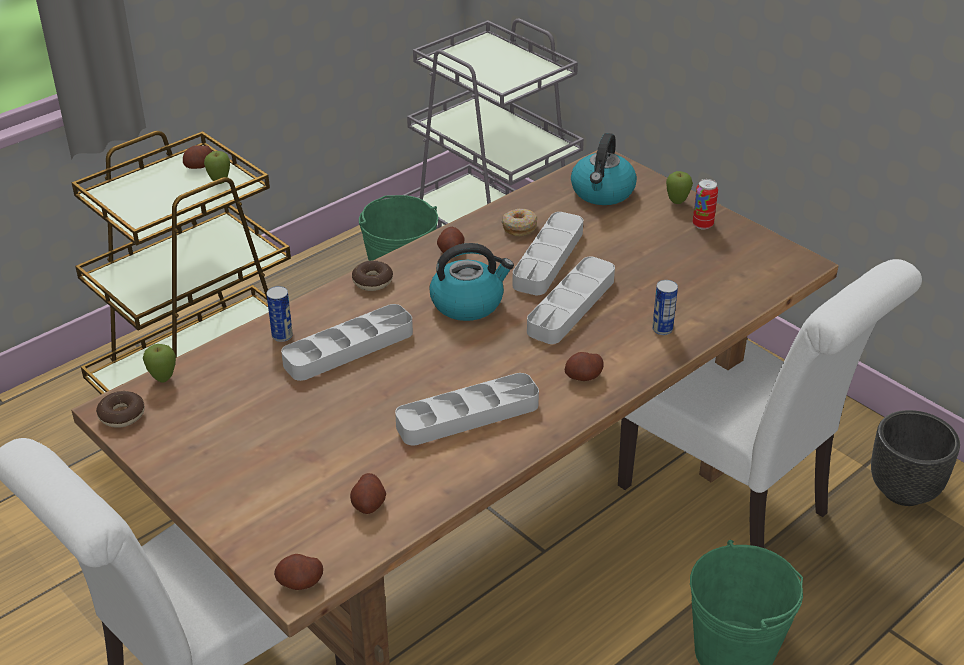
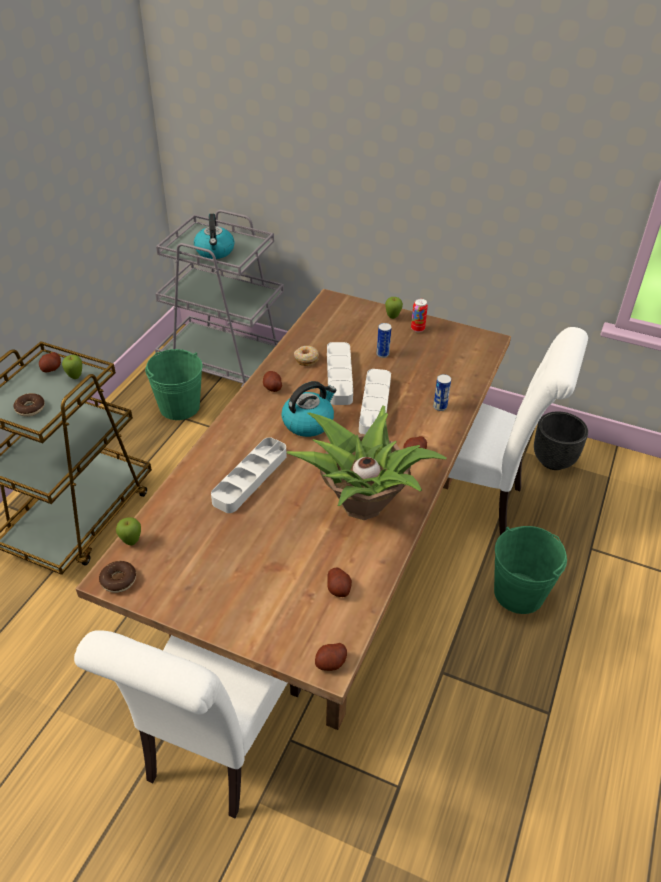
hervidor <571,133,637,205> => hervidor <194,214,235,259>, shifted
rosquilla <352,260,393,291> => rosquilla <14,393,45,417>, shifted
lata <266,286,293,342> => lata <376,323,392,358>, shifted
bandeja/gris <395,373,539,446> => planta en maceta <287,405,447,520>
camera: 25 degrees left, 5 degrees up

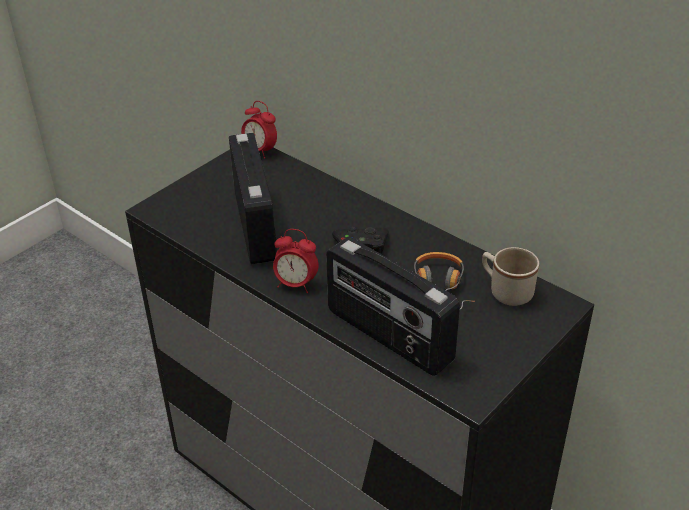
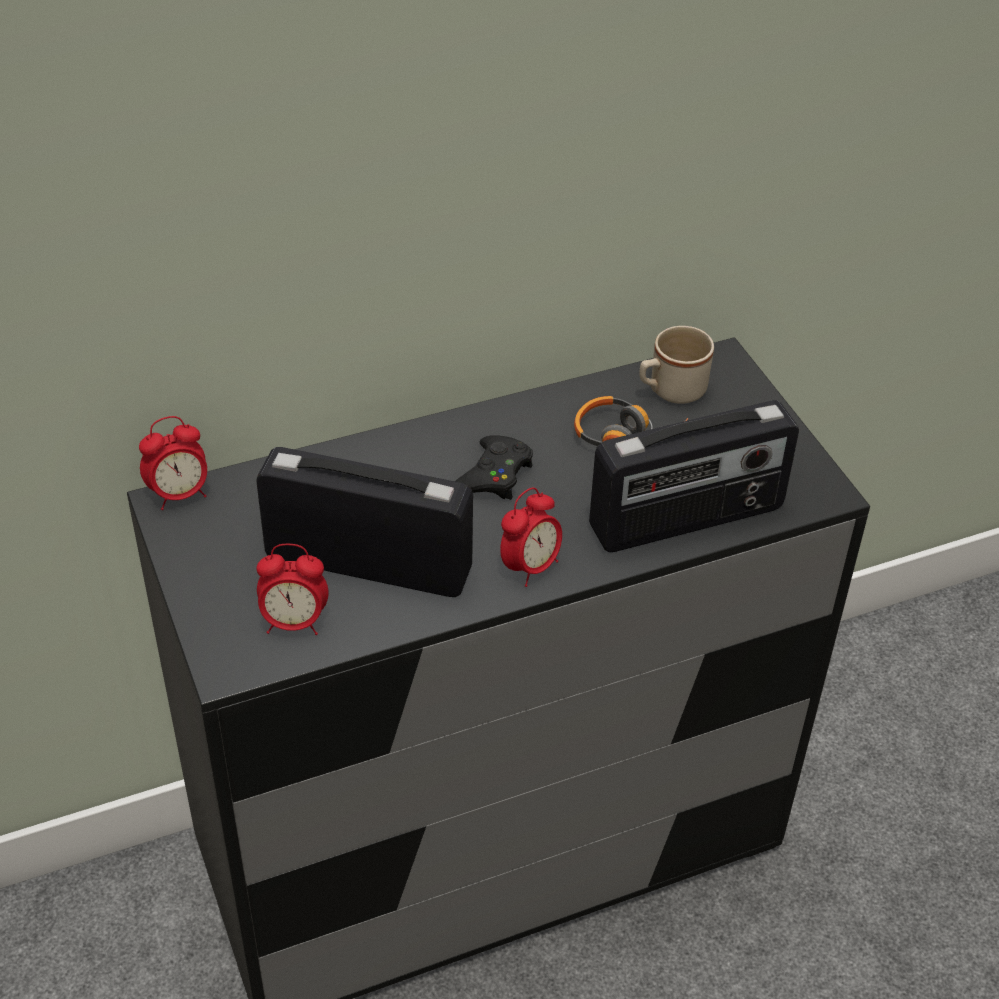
nothing => despertador <257,544,329,635>
camera: 65 degrees left, 5 degrees up

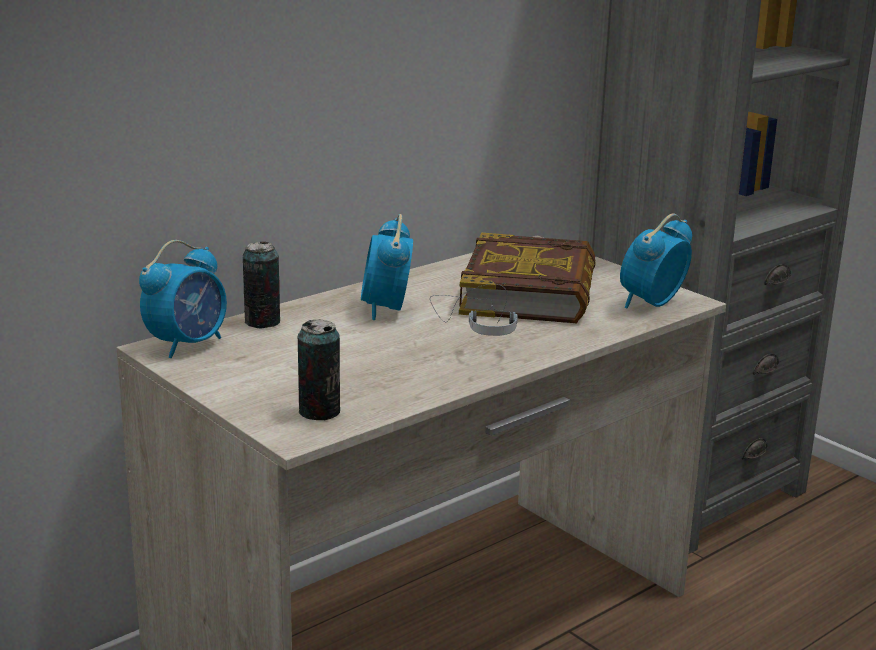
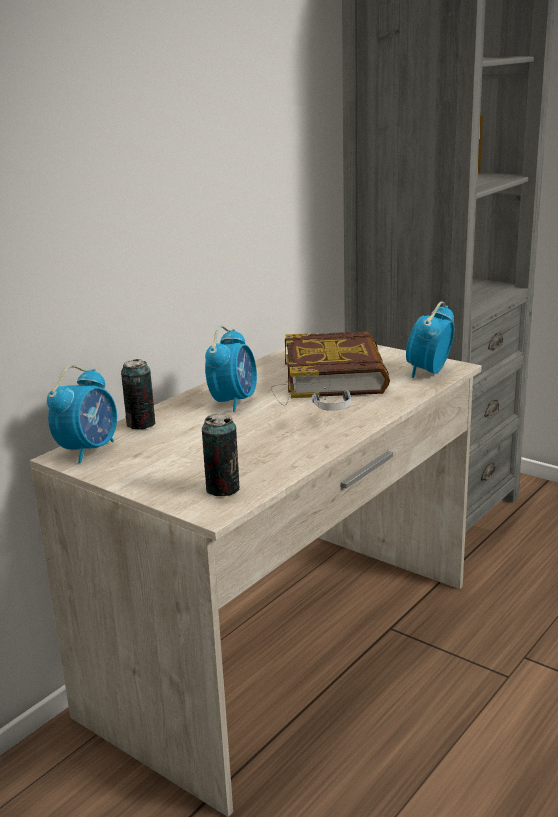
despertador <361,214,413,320> => despertador <205,326,257,412>, 150 degrees counterclockwise
camera: 10 degrees left, 0 degrees up

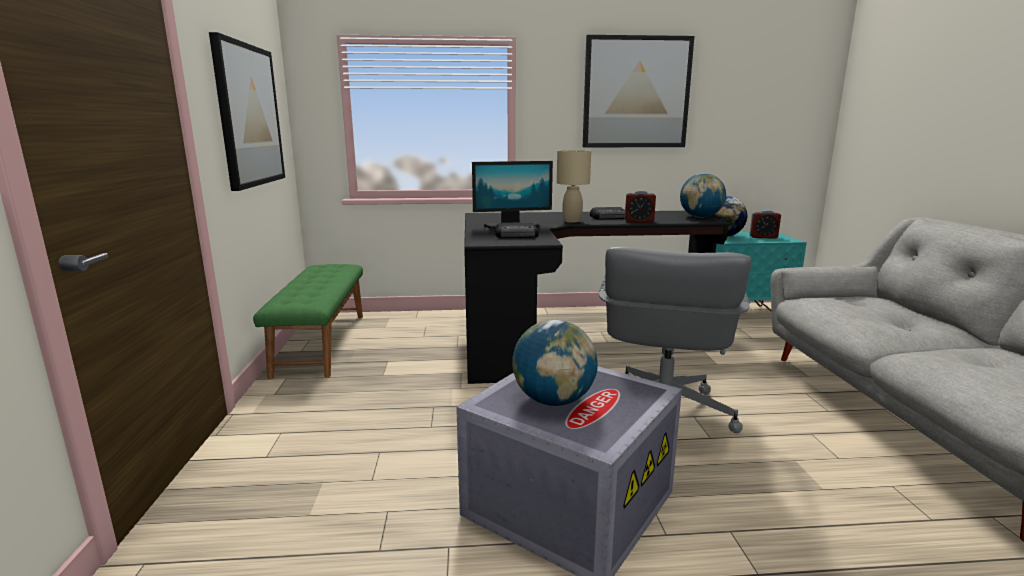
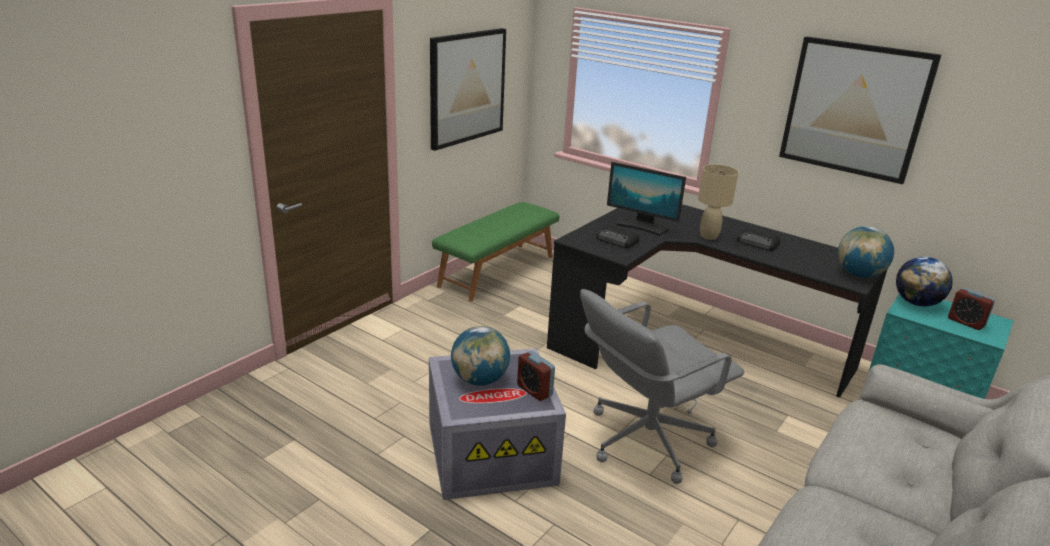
despertador <625,190,656,223> => despertador <517,351,555,401>, shifted
camera: 40 degrees right, 10 degrees up

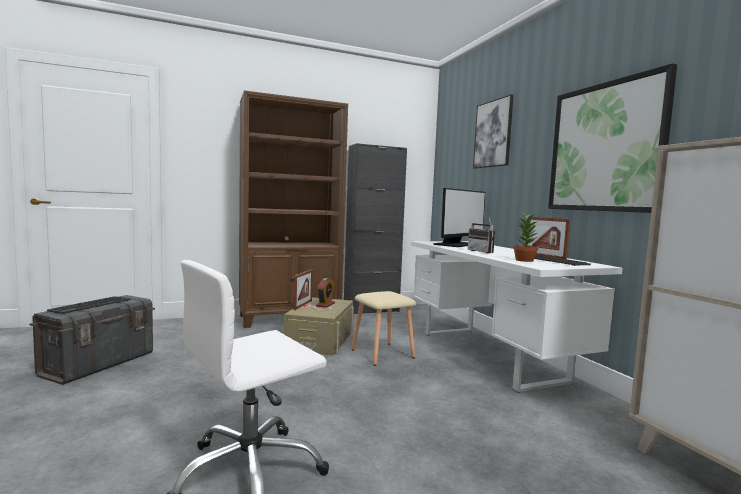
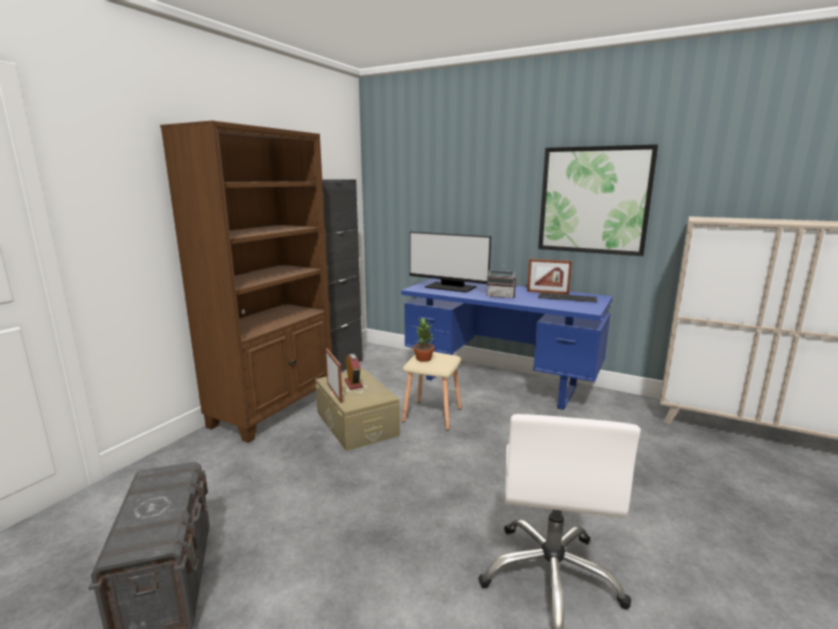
cuadro <473,94,513,169> => nothing
monitor <433,188,485,247> => monitor <410,232,491,293>, 120 degrees clockwise
planta en maceta <513,212,538,262> => planta en maceta <413,318,434,362>, shifted
escritorio/blanco <411,241,623,393> => escritorio/azul <401,278,613,410>
teclado <47,296,130,314> => nothing
camera: 40 degrees left, 10 degrees up

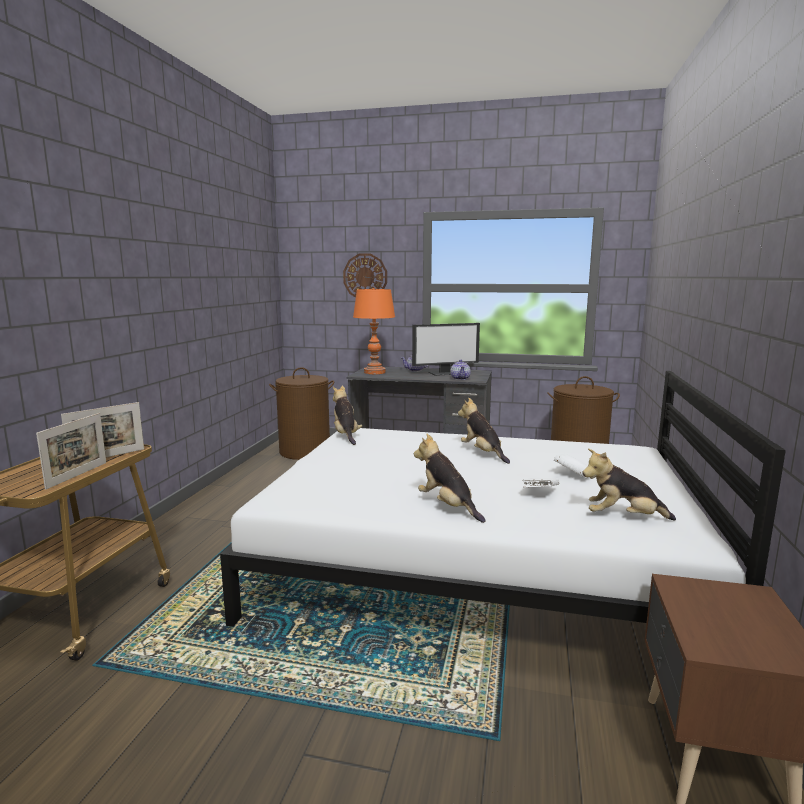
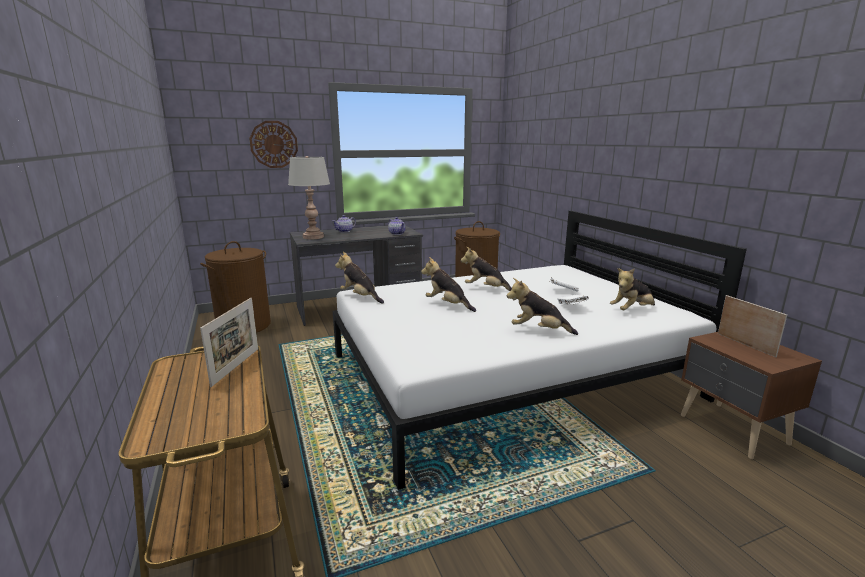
lámpara de mesa/naranja <353,288,395,374> => lámpara de mesa/gris <288,156,330,239>
monitor <412,323,480,376> => nothing
portarretratos <36,413,106,490> => portarretratos <718,295,787,357>, shifted
nothing => peluche <421,257,476,312>
camera: 35 degrees left, 5 degrees up

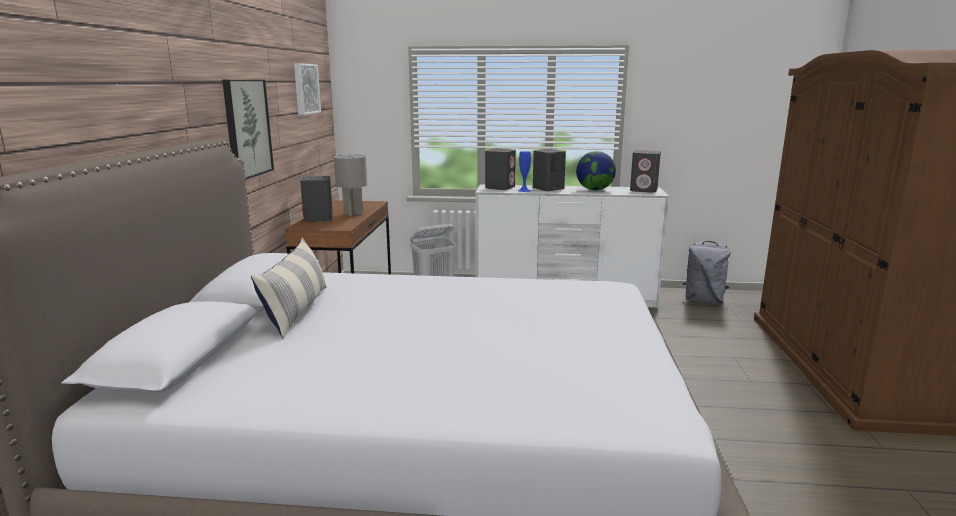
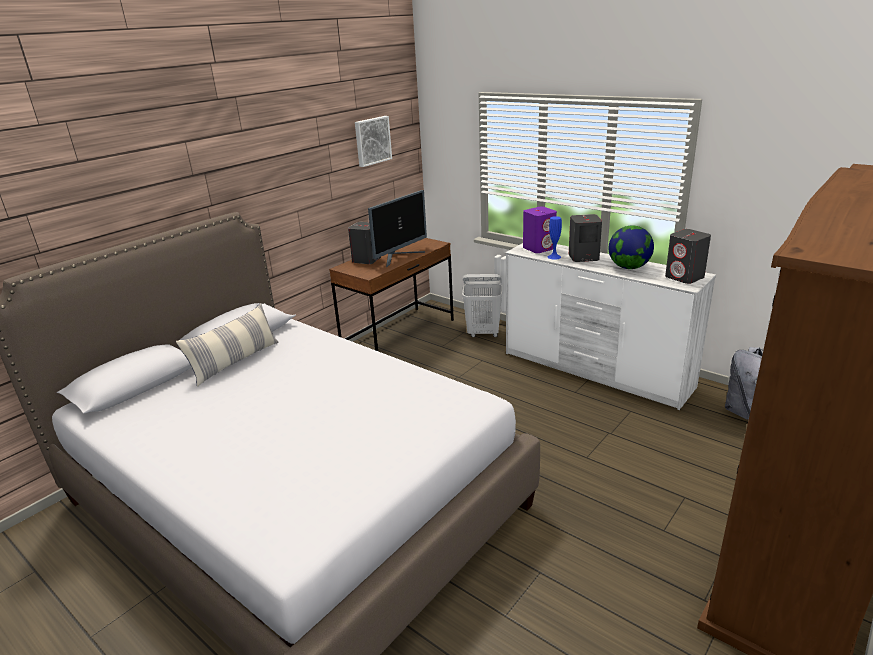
cuadro <222,79,274,179> => nothing
altavoz/gris <485,149,516,190> => altavoz/morado <523,207,557,253>
lámpara de mesa/gris <334,155,367,216> => monitor <368,190,427,268>
camera: 35 degrees right, 10 degrees up

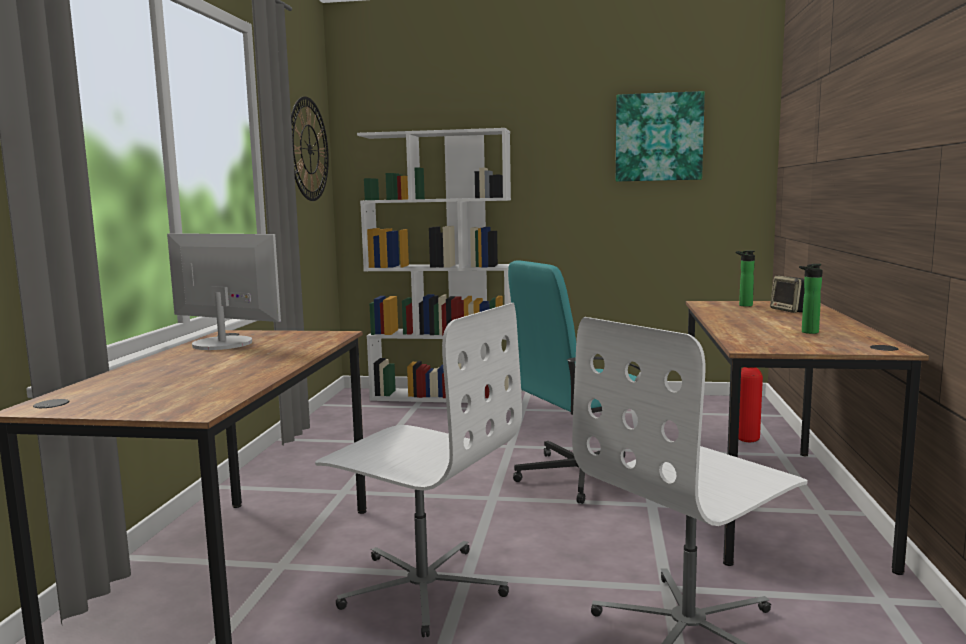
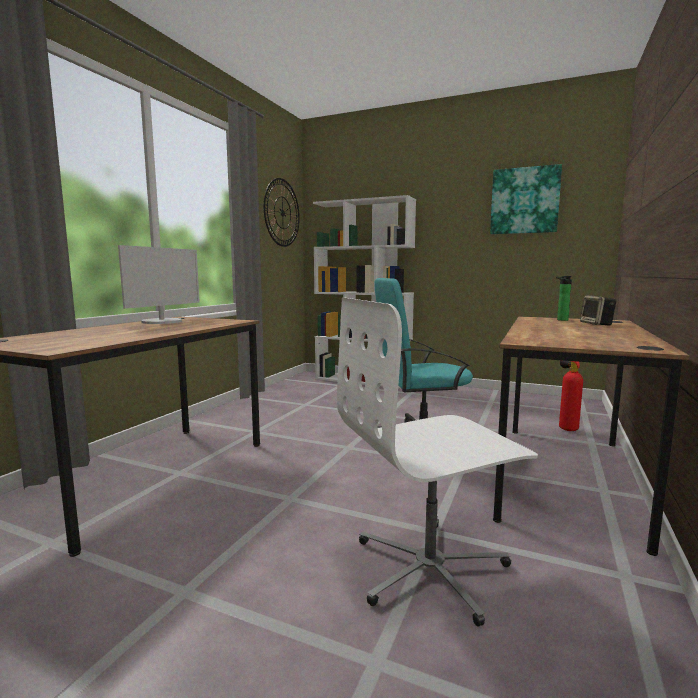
monitor <167,233,281,350> => monitor <118,245,200,324>, 75 degrees clockwise
botella <799,264,823,334> => nothing
silla de oficina/blanco <315,303,522,637> => nothing
camera: 15 degrees right, 0 degrees up

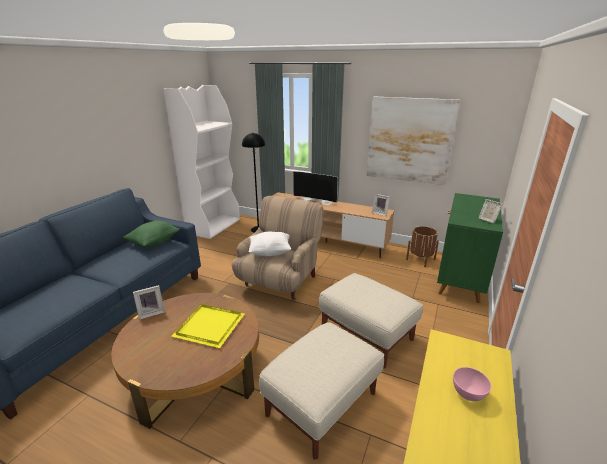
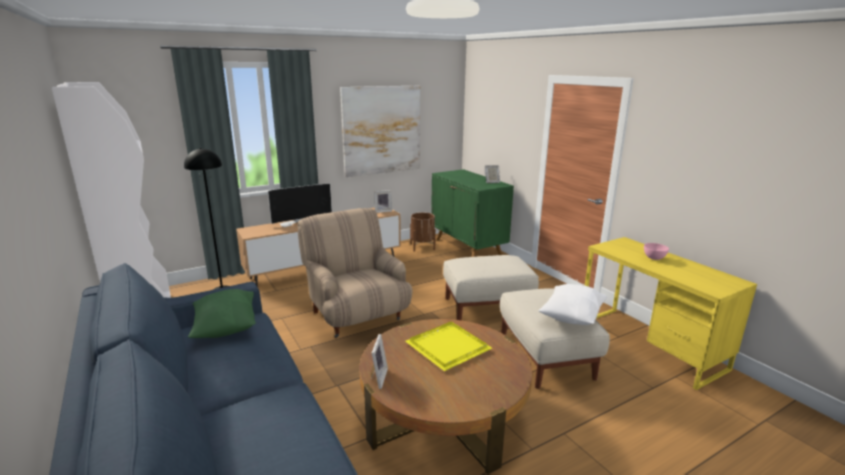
cojín/blanco <249,232,291,256> => cojín/blanco <538,284,607,325>, shifted
camera: 55 degrees left, 5 degrees down

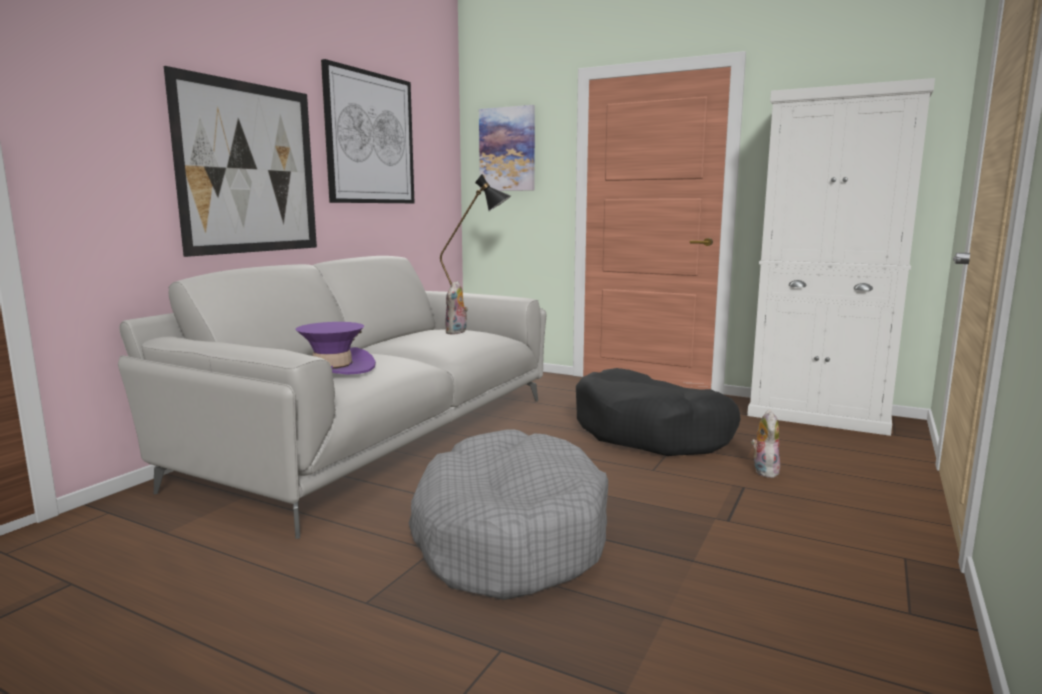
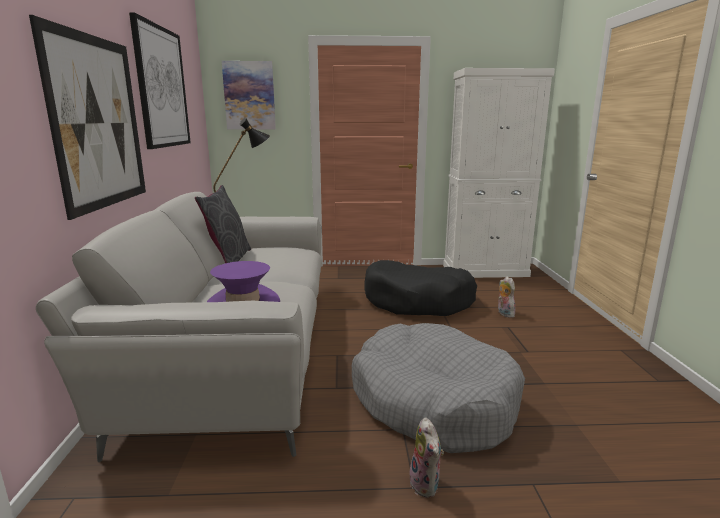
peluche <446,281,468,335> => peluche <410,417,444,498>, shifted
nothing => cojín/gris <195,185,251,263>
camera: 30 degrees left, 5 degrees up

